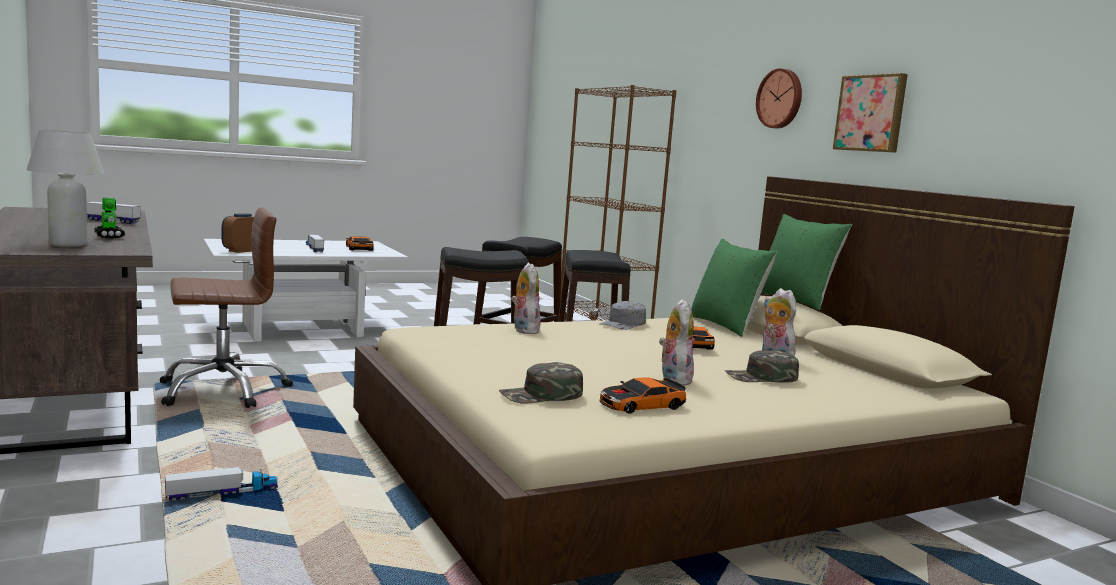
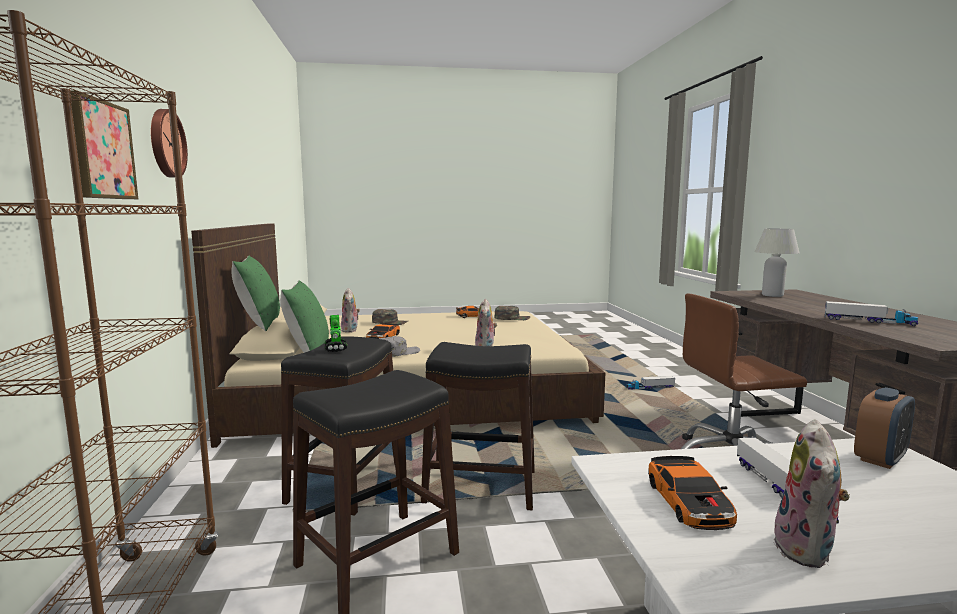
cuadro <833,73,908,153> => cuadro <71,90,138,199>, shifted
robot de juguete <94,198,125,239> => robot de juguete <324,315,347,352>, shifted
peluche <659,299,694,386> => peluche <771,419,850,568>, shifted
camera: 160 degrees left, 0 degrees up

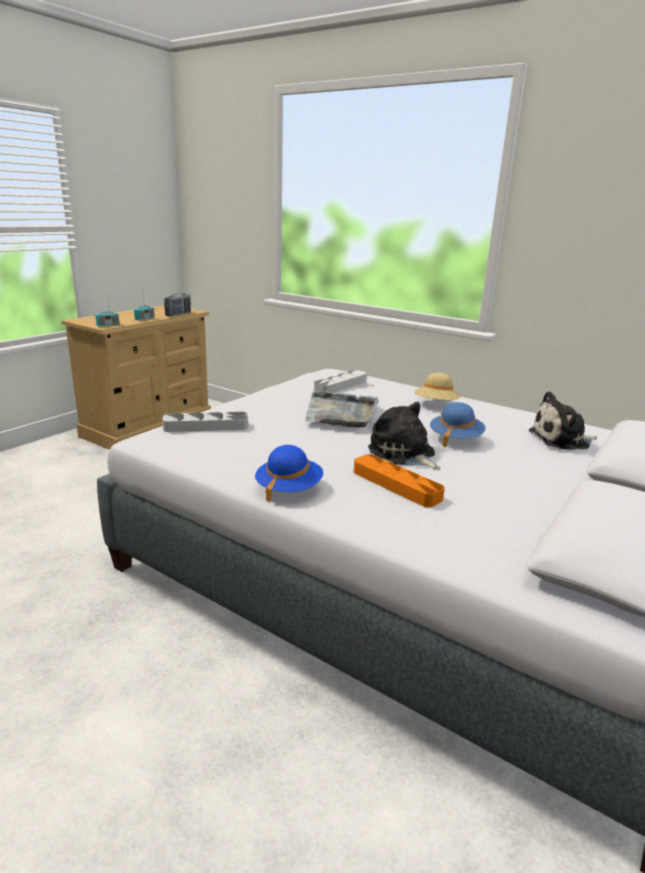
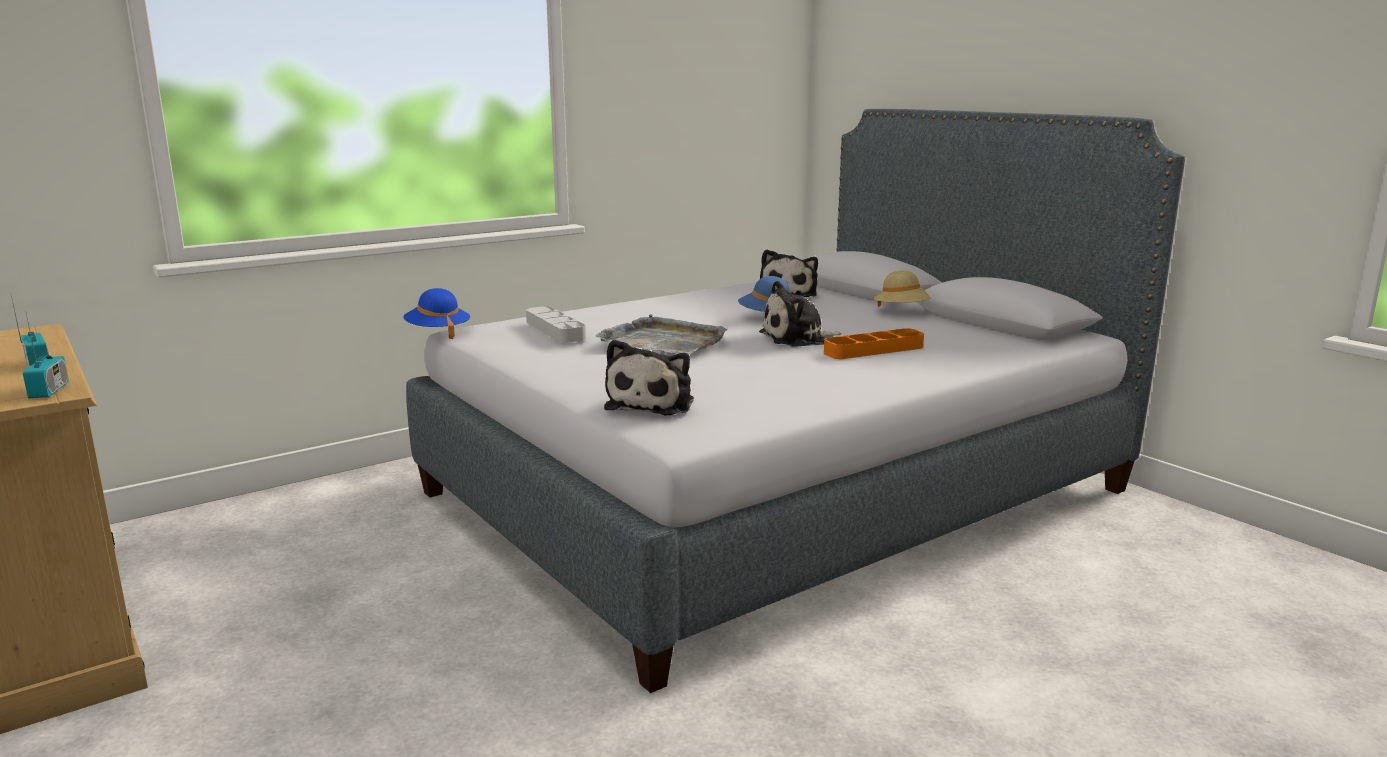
radio <164,293,191,316> => nothing
sombrero/beis <414,373,461,400> => sombrero/beis <873,270,931,307>, shifted
bandeja/gris <162,412,248,432> => peluche <604,339,694,415>
sombrero/azul <255,445,323,502> => sombrero/azul <403,288,470,339>, shifted
camera: 70 degrees left, 5 degrees down

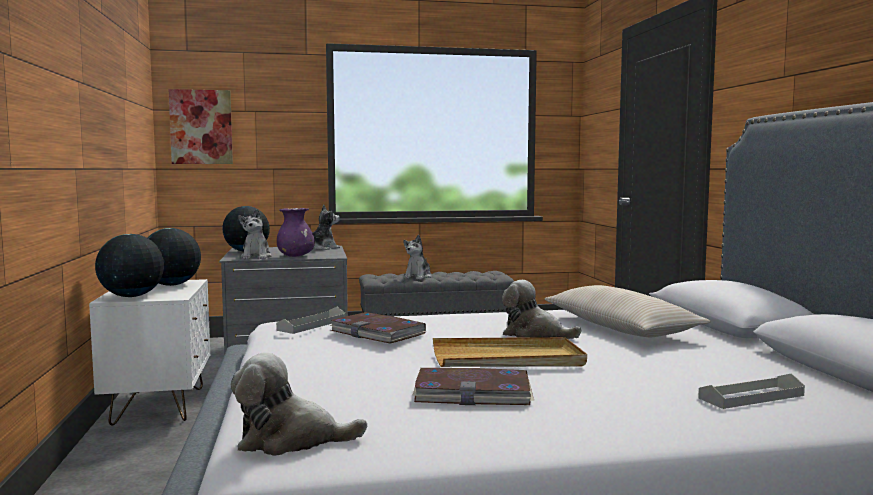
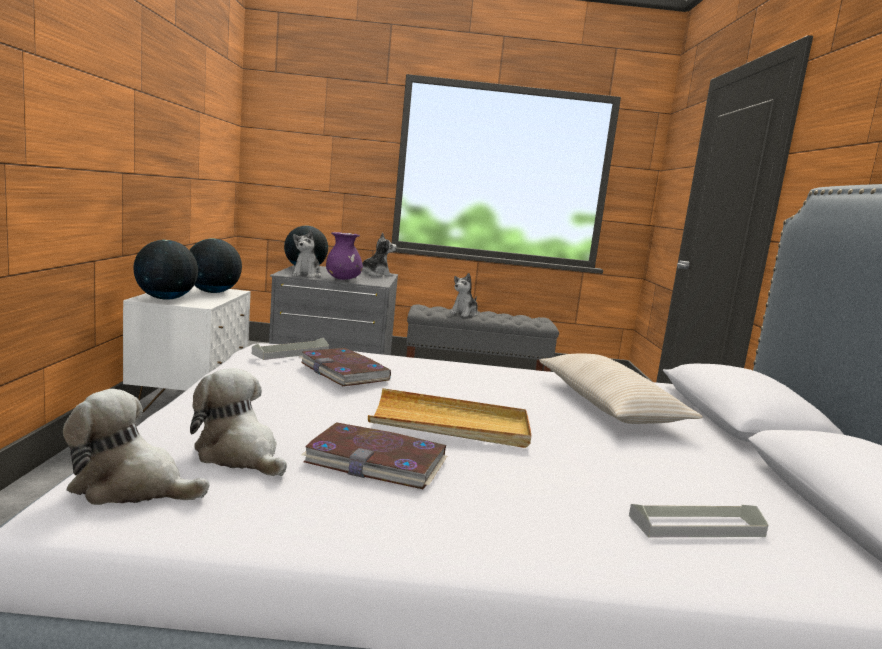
cuadro <169,89,233,164> => nothing
peluche <502,280,581,339> => peluche <190,368,287,476>, shifted
camera: 10 degrees right, 5 degrees up

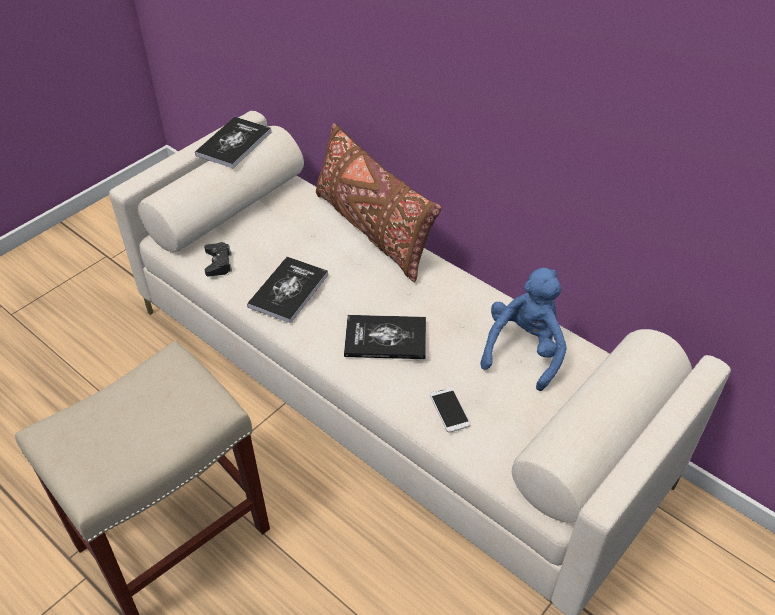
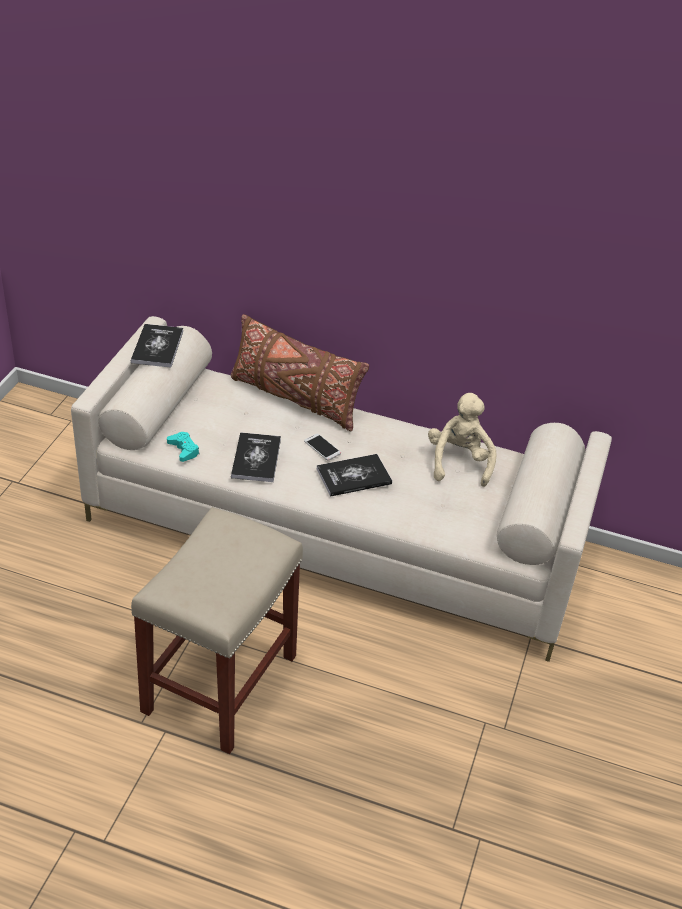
mando de consola/negro <204,242,232,276> => mando de consola/turquesa <167,432,199,462>
peluche/azul <480,268,567,391> => peluche/beis <428,393,497,487>
móvil <430,387,471,433> => móvil <304,433,341,461>, shifted
camera: 25 degrees left, 5 degrees down

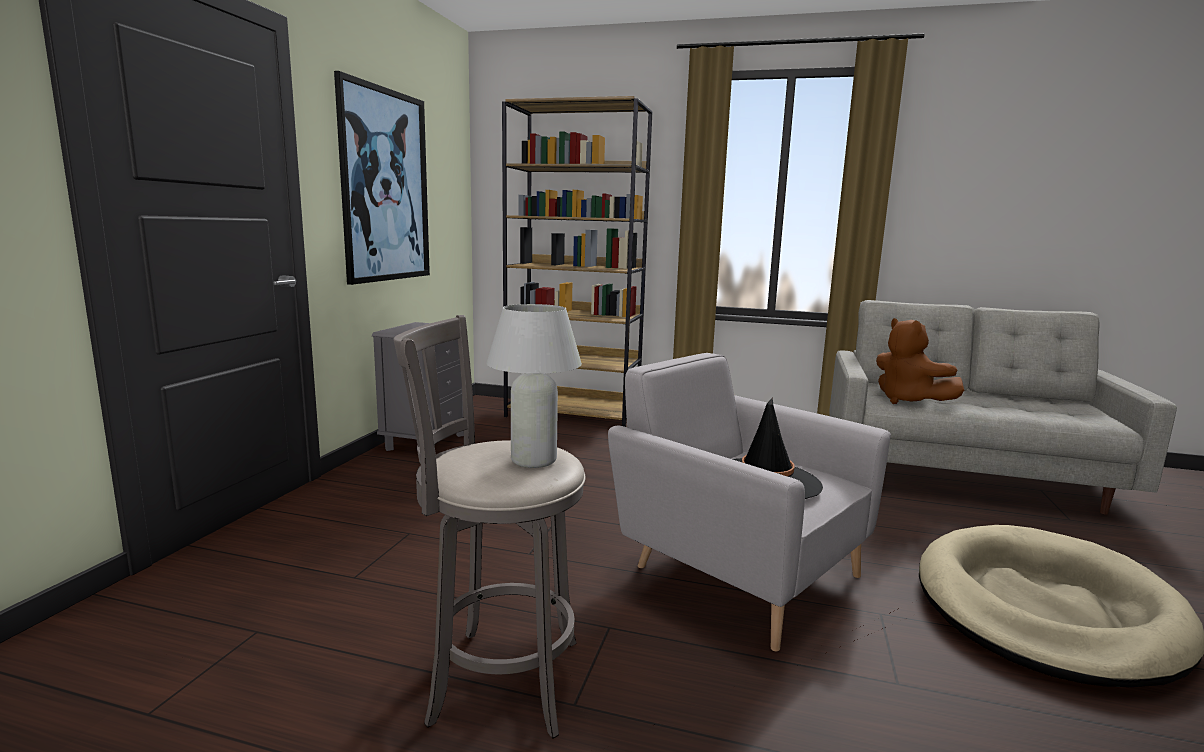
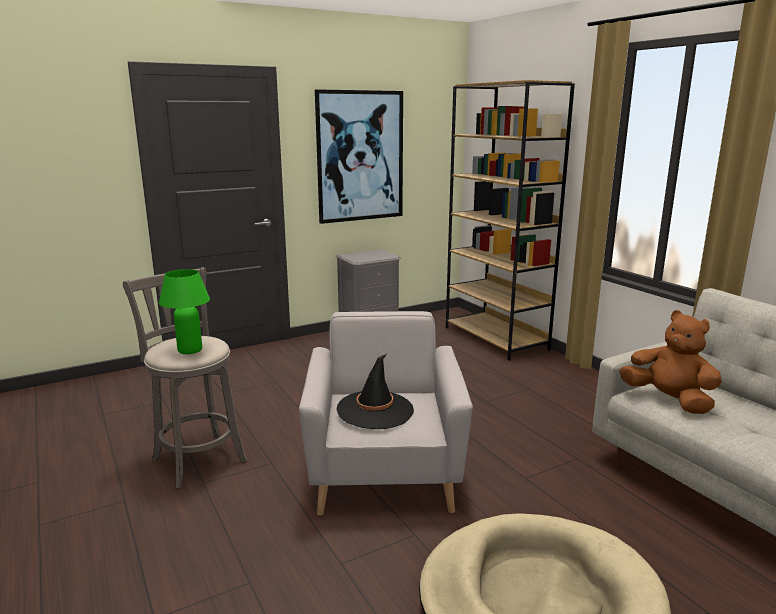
lámpara de mesa/blanco <487,304,582,468> => lámpara de mesa/verde <159,269,210,354>
peluche/marrón <876,318,964,404> => peluche/marrón <619,310,722,414>, 120 degrees clockwise
camera: 45 degrees right, 5 degrees up

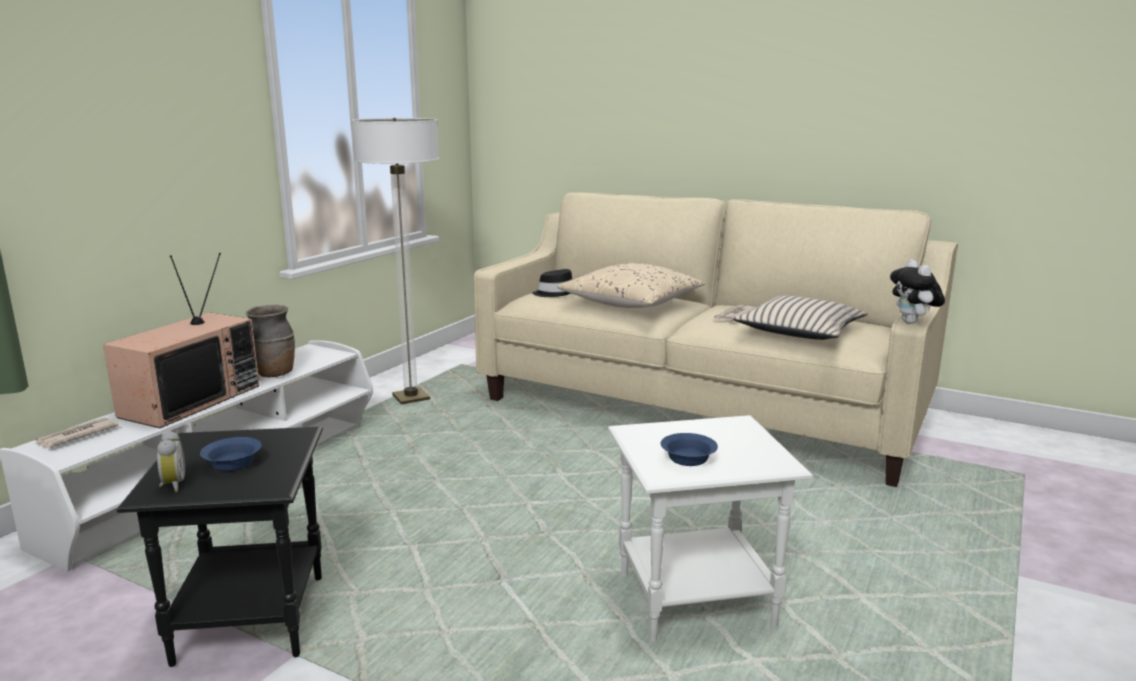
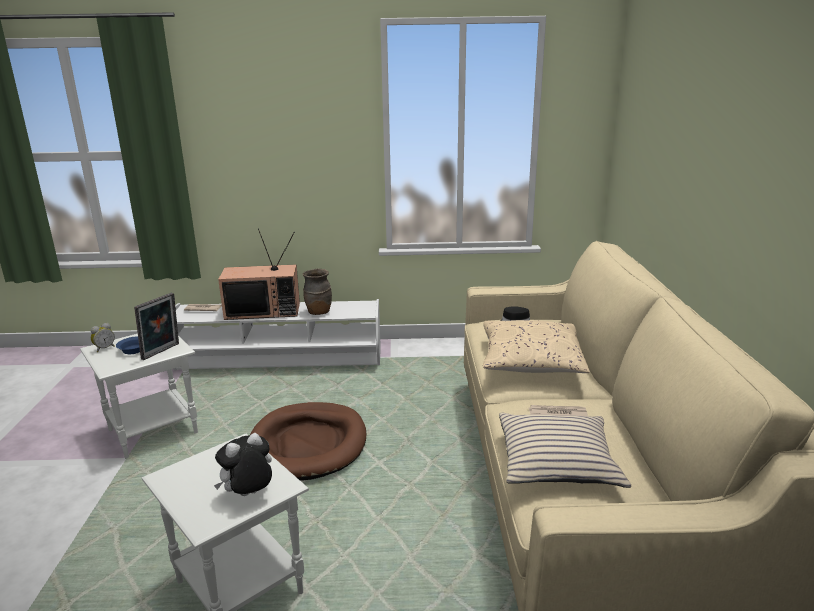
lámpara de pie <351,118,439,404> => nothing
peluche <890,259,945,324> => peluche <214,433,272,496>, shifted
mesa auxiliar/negro <117,427,323,667> => mesa auxiliar/blanco <80,334,198,459>
cuenco/azul <661,433,718,466> => nothing
nothing => portarretratos <134,292,179,360>
nothing => cama para perro/marrón <250,402,366,481>
camera: 60 degrees right, 5 degrees up

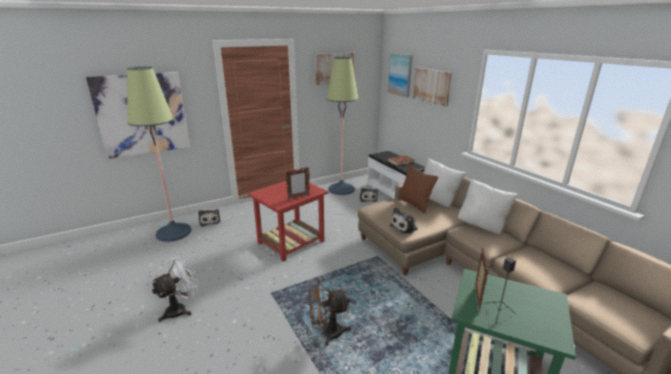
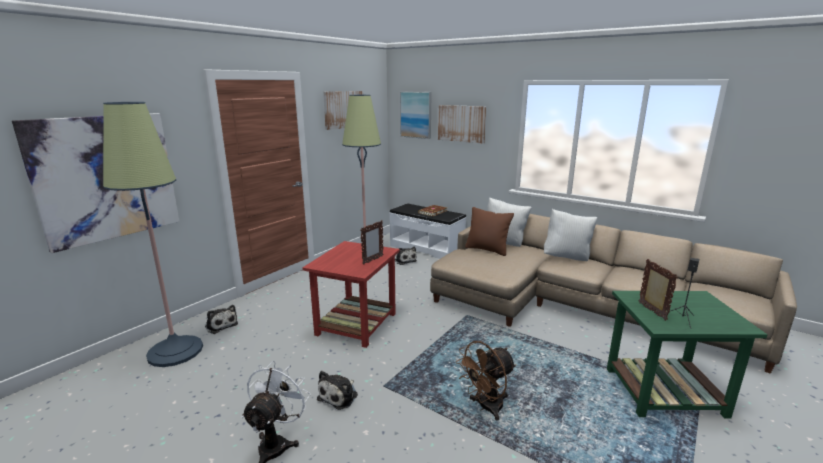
peluche <390,207,418,234> => peluche <317,371,358,410>, shifted
camera: 25 degrees left, 5 degrees down

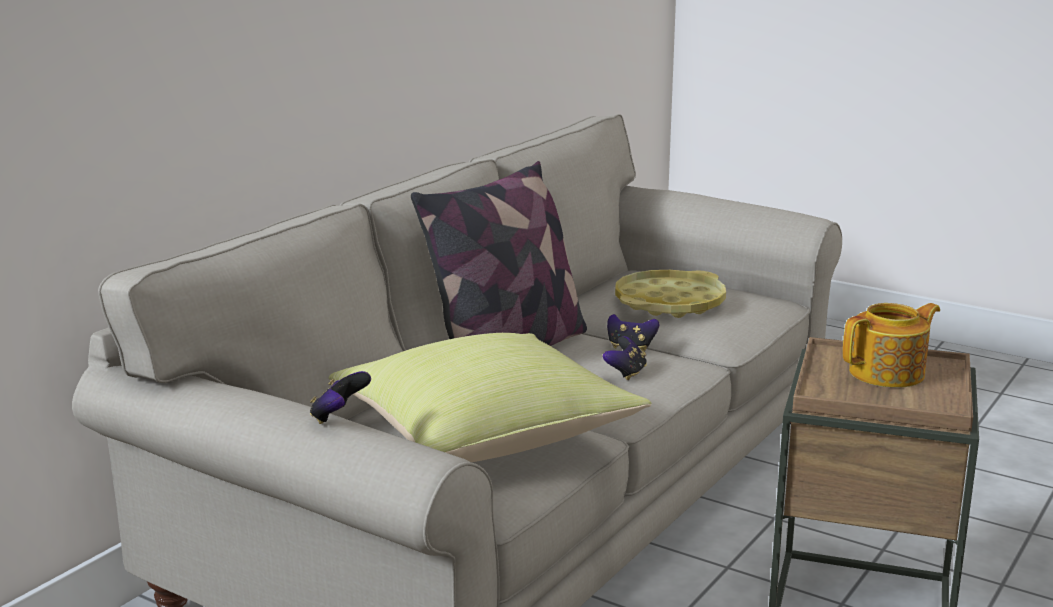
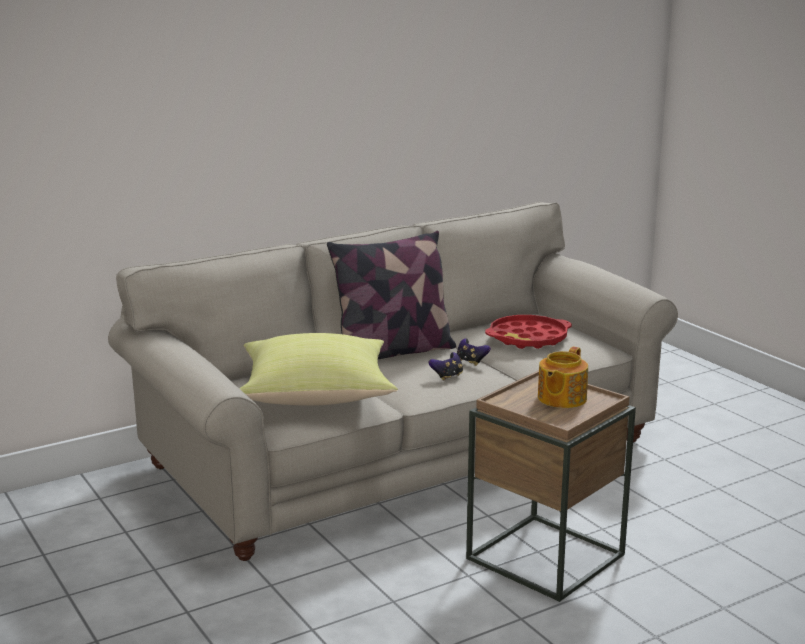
bandeja/amarillo <615,270,726,318> => bandeja/rojo <485,315,572,349>
tetera <843,303,940,388> => tetera <538,347,588,408>, 120 degrees clockwise
mando de consola <310,371,371,424> => nothing
camera: 25 degrees right, 0 degrees up

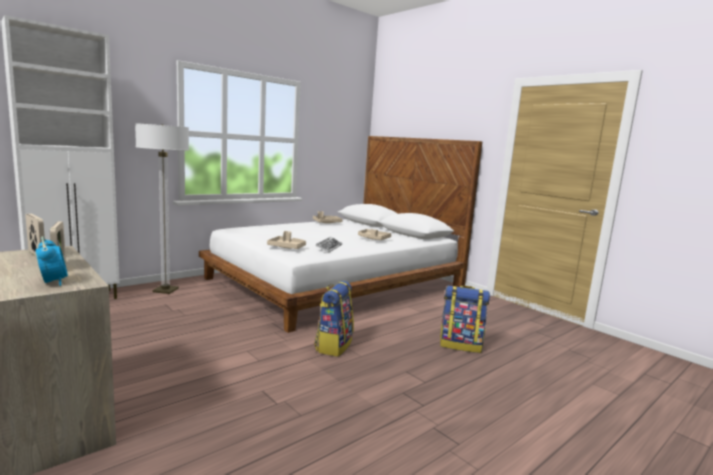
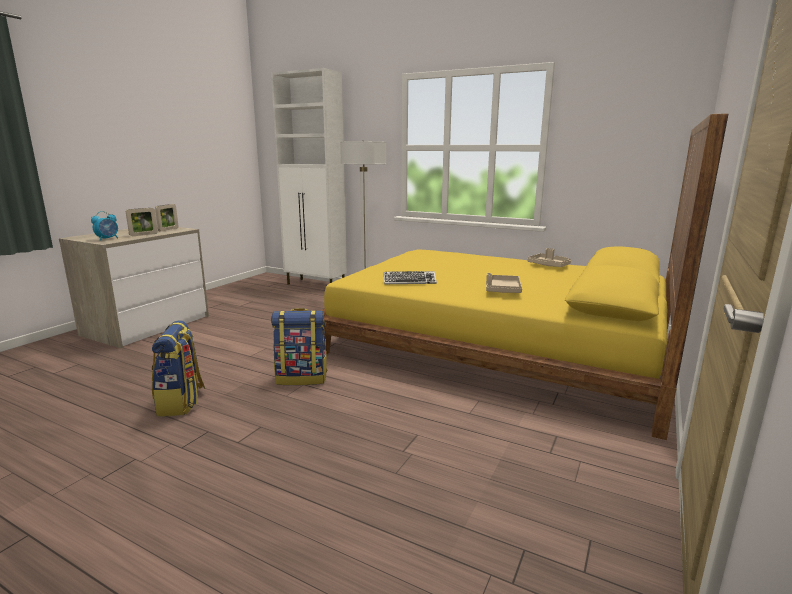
cama/blanco <199,136,482,333> => cama/amarillo <321,113,728,440>
bandeja/beis <267,231,306,249> => nothing
mochila <440,286,490,353> => mochila <152,320,205,417>, shifted
camera: 70 degrees right, 5 degrees up

